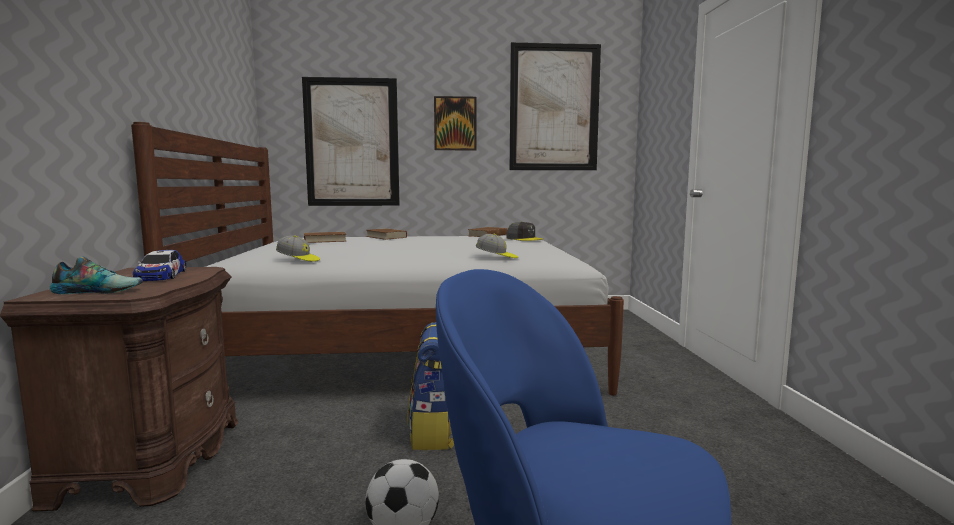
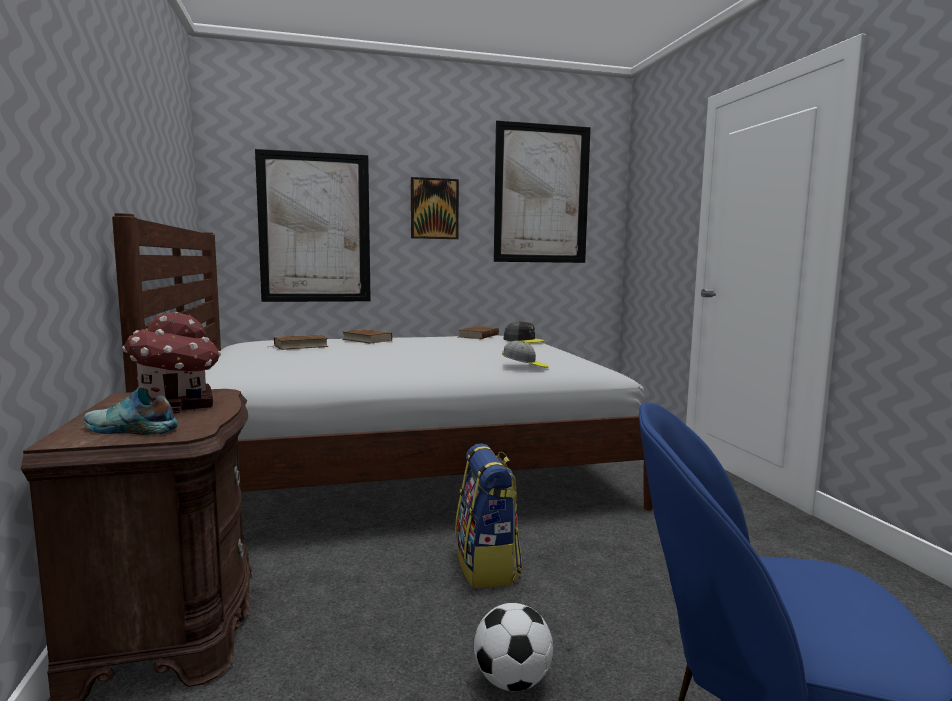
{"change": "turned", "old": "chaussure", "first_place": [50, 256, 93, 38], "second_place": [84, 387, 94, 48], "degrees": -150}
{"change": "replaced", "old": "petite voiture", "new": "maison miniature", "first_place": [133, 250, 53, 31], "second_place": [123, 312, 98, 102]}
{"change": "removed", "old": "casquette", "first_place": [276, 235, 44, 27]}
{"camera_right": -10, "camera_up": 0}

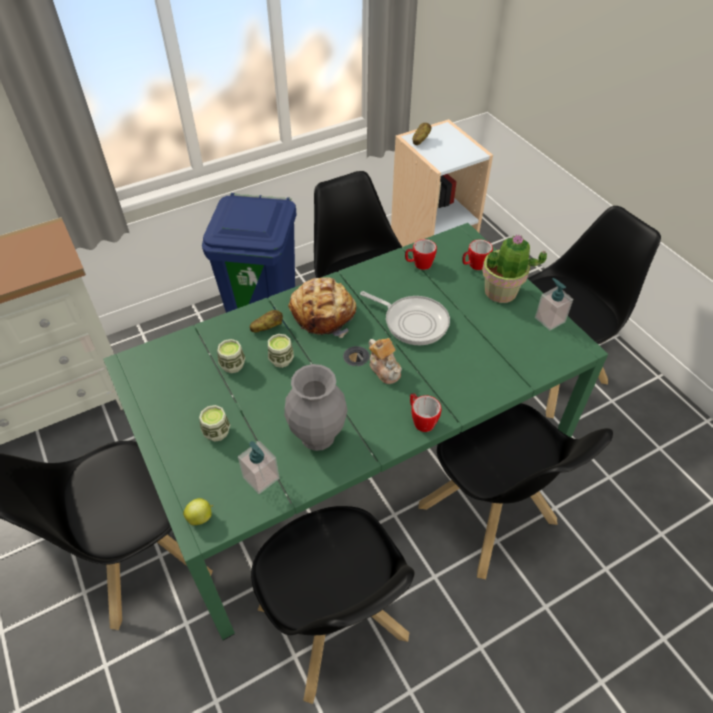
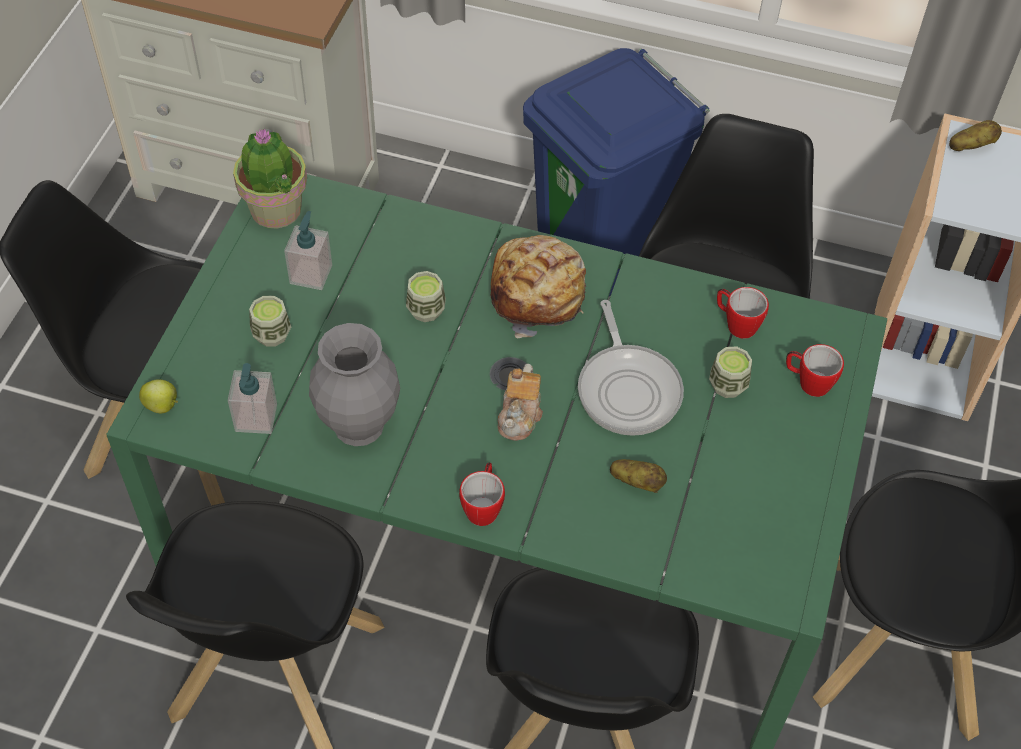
{"change": "moved", "old": "tasse", "first_place": [217, 339, 28, 34], "second_place": [709, 346, 43, 52]}
{"change": "moved", "old": "pomme de terre", "first_place": [250, 310, 33, 23], "second_place": [610, 459, 57, 34]}
{"change": "moved", "old": "plante en pot", "first_place": [482, 235, 65, 68], "second_place": [233, 129, 74, 99]}
{"change": "moved", "old": "distributeur de savon", "first_place": [535, 278, 38, 52], "second_place": [284, 211, 48, 79]}
{"camera_right": 45, "camera_up": 5}

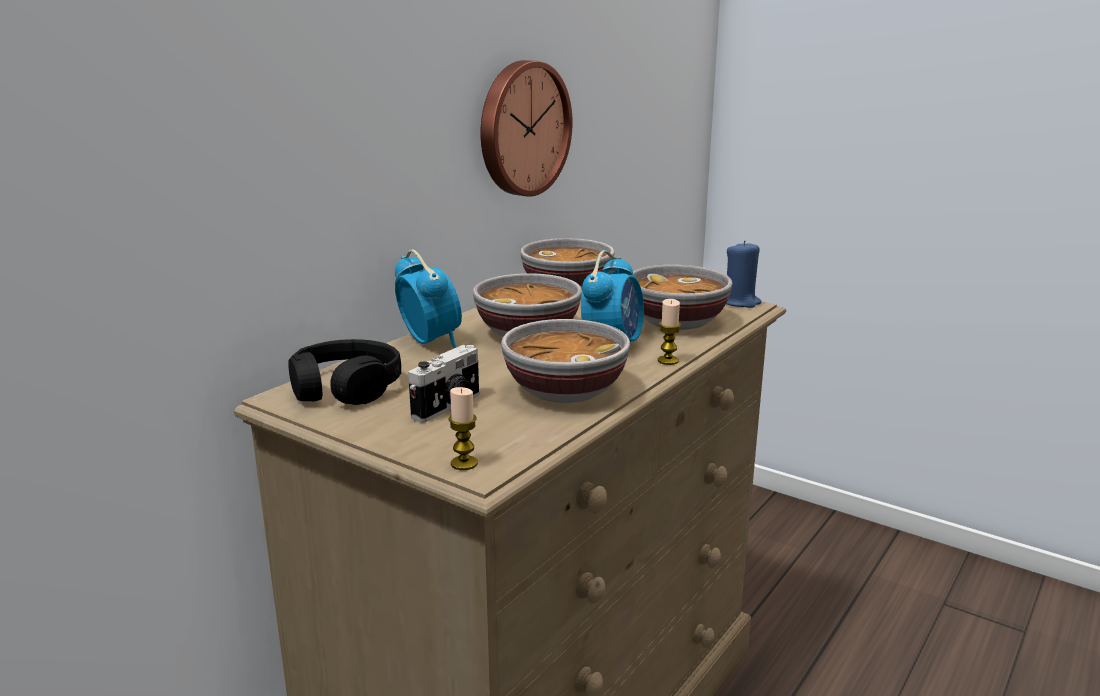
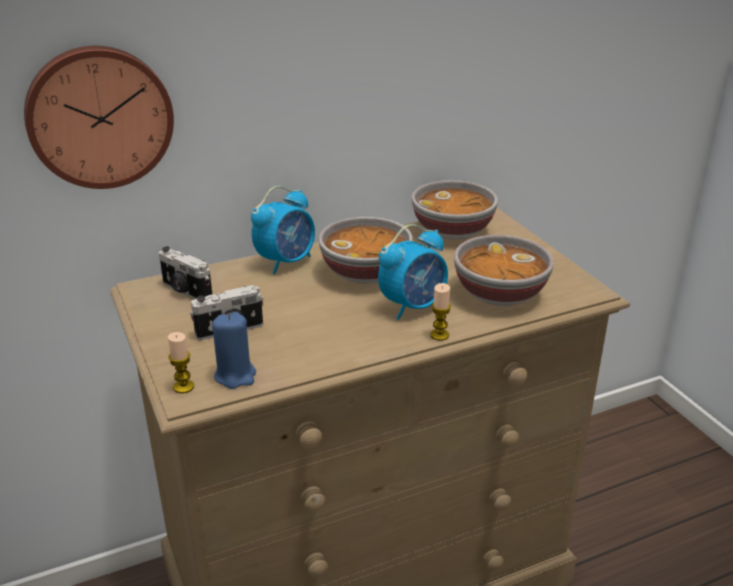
{"change": "replaced", "old": "casque audio/noir", "new": "appareil photo", "first_place": [288, 339, 113, 66], "second_place": [159, 246, 53, 53]}
{"change": "turned", "old": "réveil", "first_place": [395, 250, 67, 99], "second_place": [251, 186, 64, 88], "degrees": 45}
{"change": "moved", "old": "horloge murale", "first_place": [480, 60, 93, 137], "second_place": [24, 46, 150, 143]}
{"change": "removed", "old": "bol", "first_place": [501, 319, 129, 84]}
{"change": "moved", "old": "bougie/bleu", "first_place": [726, 240, 36, 68], "second_place": [212, 312, 44, 77]}
{"camera_right": 30, "camera_up": 10}

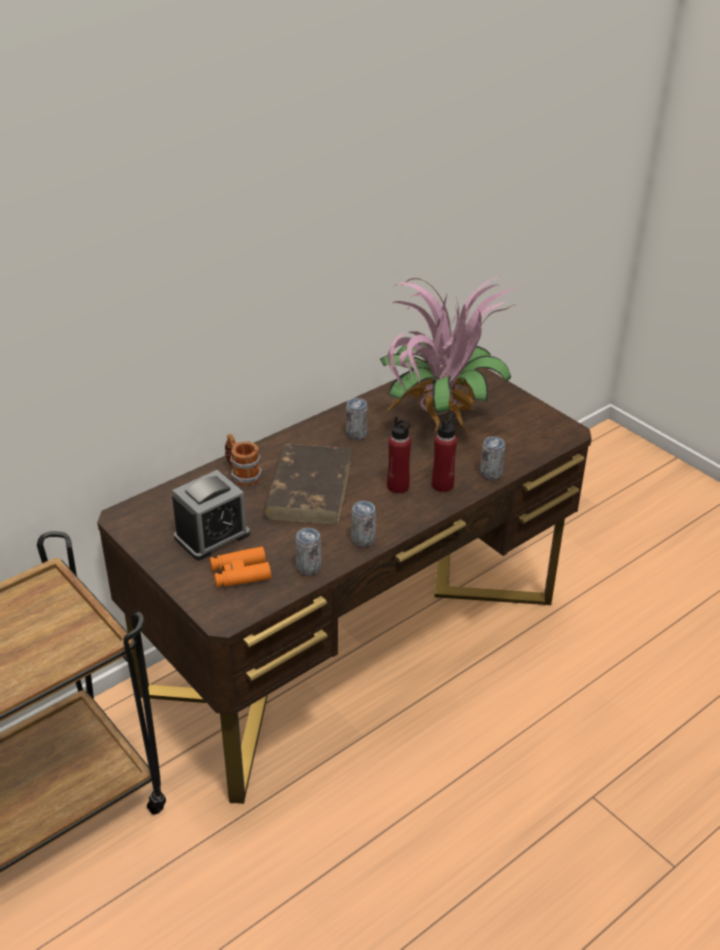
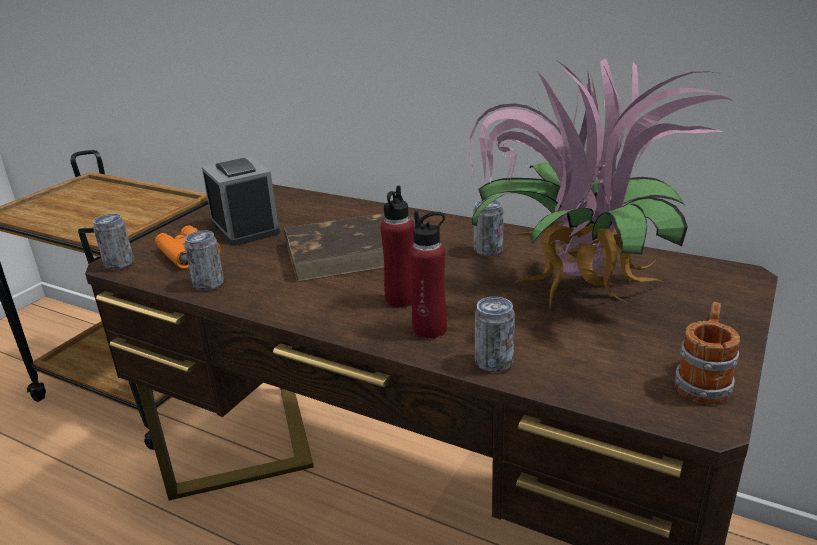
{"change": "turned", "old": "réveil", "first_place": [172, 470, 78, 91], "second_place": [202, 157, 78, 89], "degrees": -150}
{"change": "moved", "old": "mug", "first_place": [225, 434, 37, 52], "second_place": [675, 302, 65, 102]}
{"change": "moved", "old": "boîte métallique", "first_place": [351, 501, 25, 46], "second_place": [93, 214, 41, 56]}
{"camera_right": 70, "camera_up": -10}

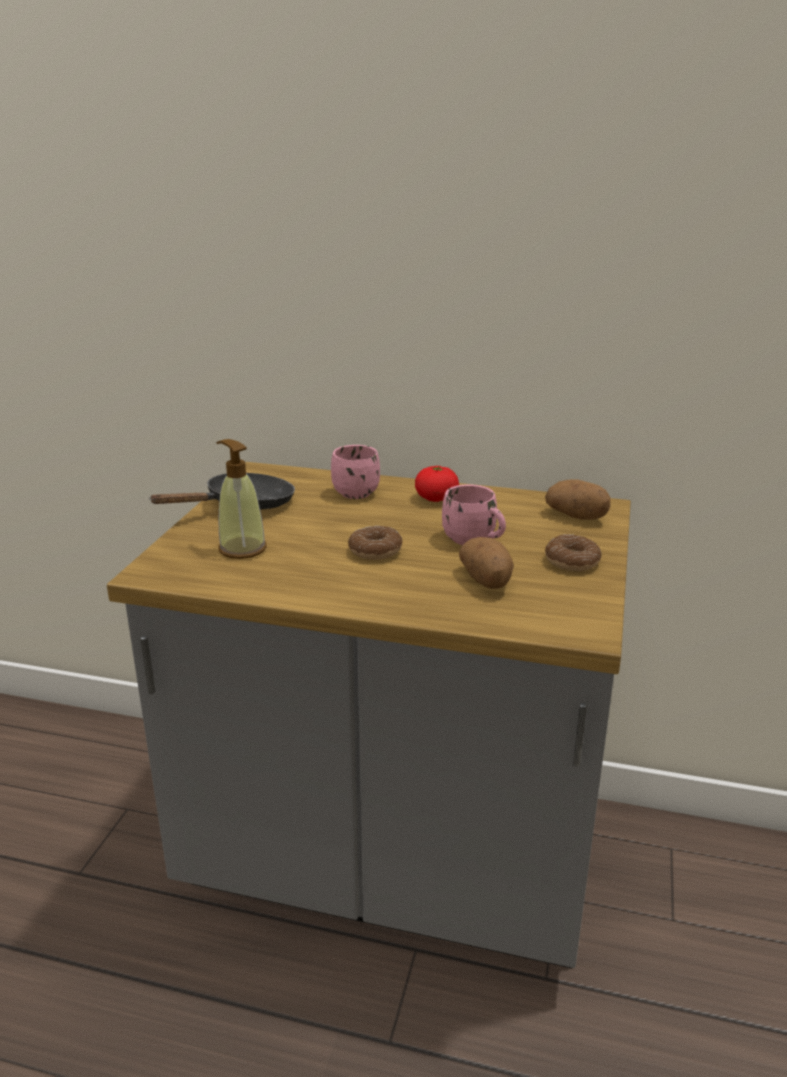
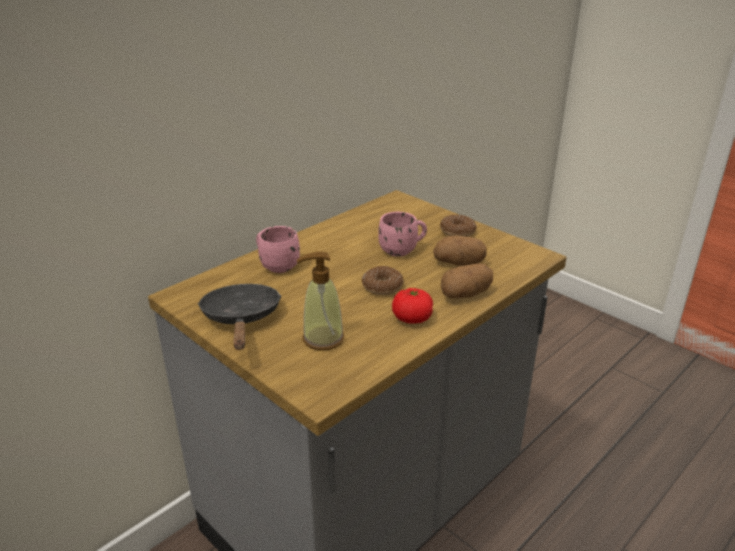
{"change": "moved", "old": "tomate", "first_place": [415, 466, 44, 36], "second_place": [392, 288, 41, 36]}
{"change": "moved", "old": "pomme de terre", "first_place": [545, 479, 66, 40], "second_place": [441, 263, 52, 36]}
{"camera_right": -60, "camera_up": 5}

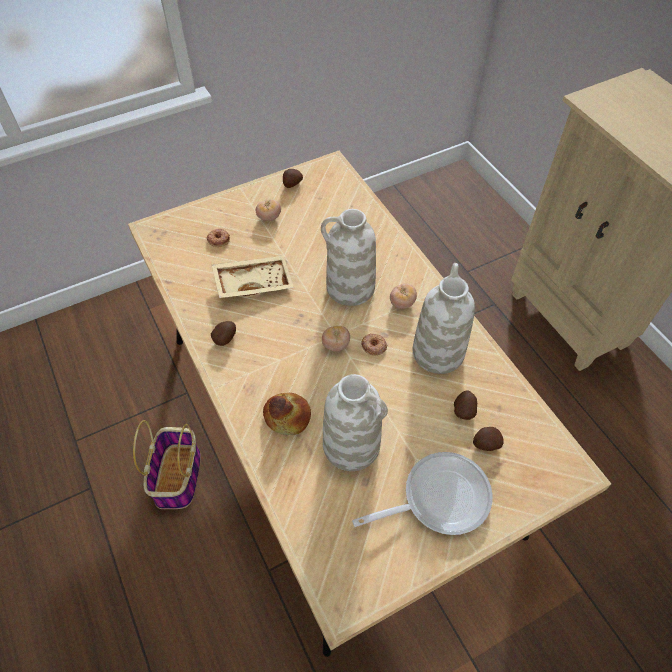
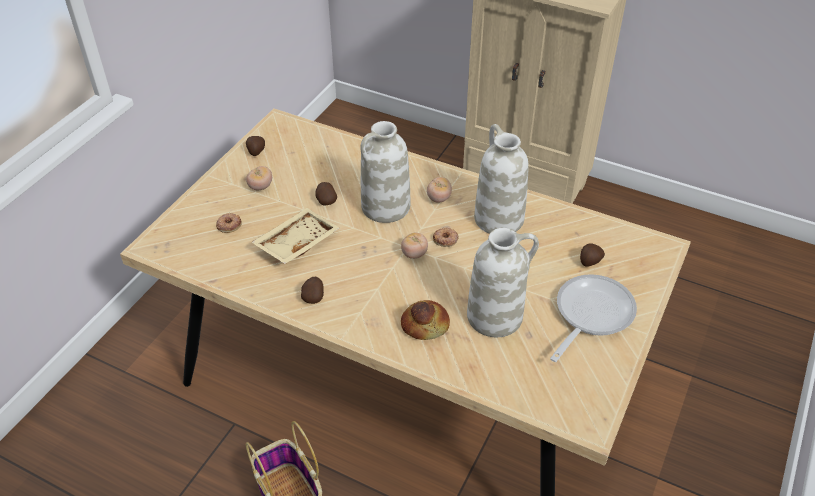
{"change": "moved", "old": "pomme de terre", "first_place": [454, 391, 23, 29], "second_place": [315, 182, 22, 24]}
{"camera_right": -35, "camera_up": -10}

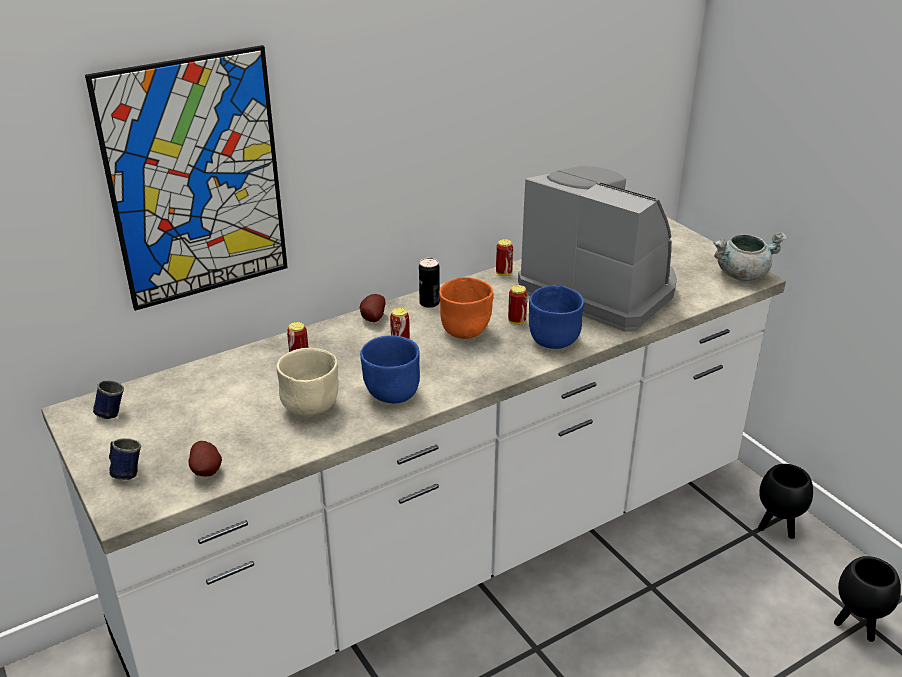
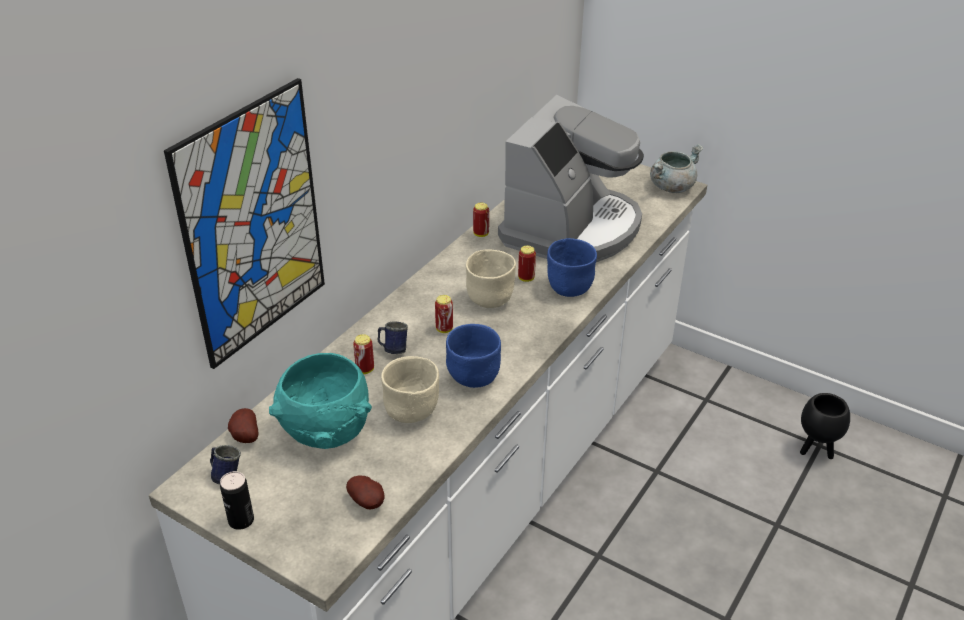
{"change": "moved", "old": "mug/bleu", "first_place": [109, 438, 32, 42], "second_place": [378, 321, 30, 33]}
{"change": "moved", "old": "pomme de terre", "first_place": [360, 294, 26, 28], "second_place": [228, 408, 30, 35]}
{"change": "moved", "old": "boîte métallique", "first_place": [419, 258, 21, 50], "second_place": [220, 471, 34, 59]}
{"change": "recoloured", "old": "bol/orange", "new": "bol/beige", "first_place": [439, 277, 54, 62], "second_place": [466, 249, 50, 59]}
{"change": "turned", "old": "machine à café", "first_place": [518, 166, 159, 166], "second_place": [498, 95, 146, 167], "degrees": 105}
{"change": "removed", "old": "cache-pot/noir", "first_place": [758, 464, 55, 75]}
{"change": "added", "new": "bol/turquoise", "second_place": [269, 353, 103, 96]}
{"camera_right": -25, "camera_up": 5}

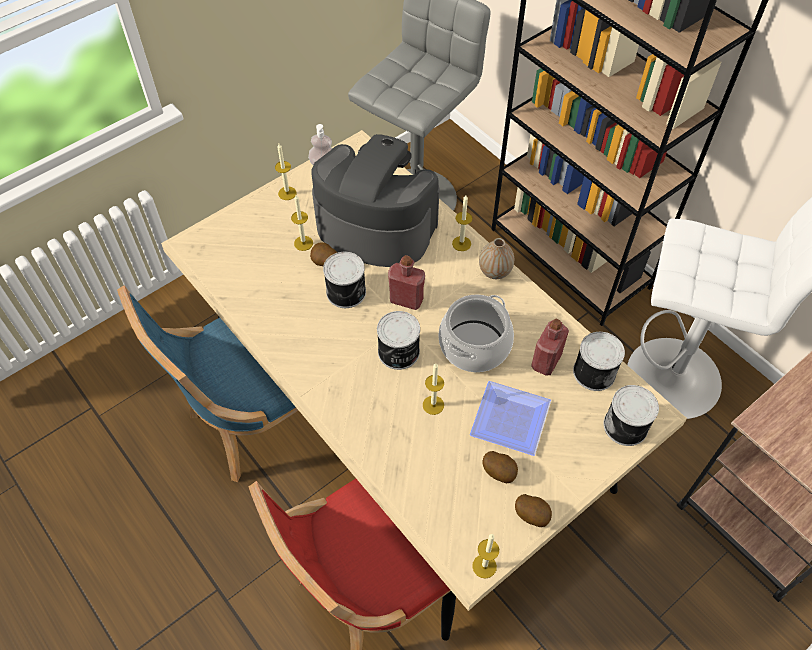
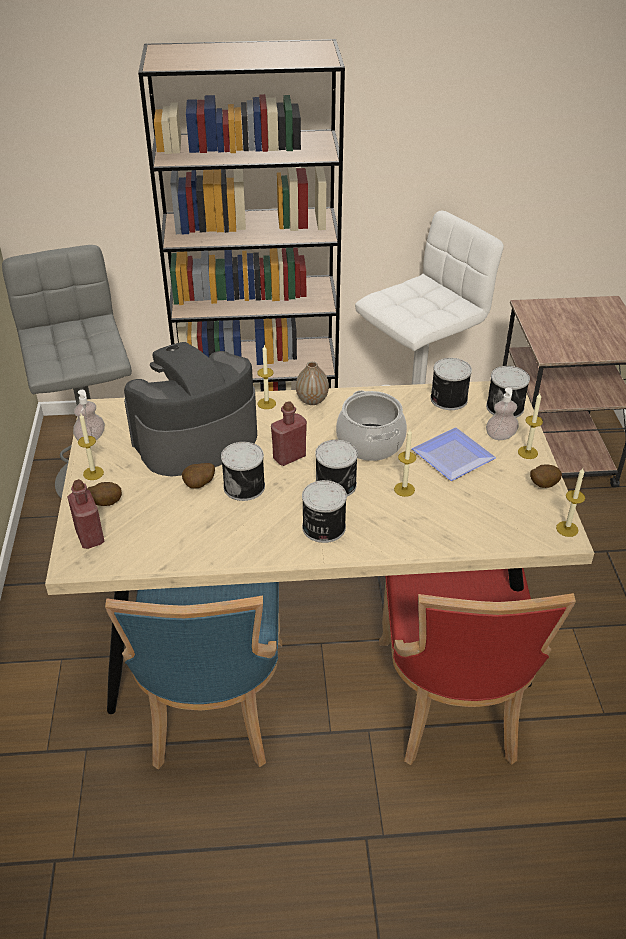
{"change": "moved", "old": "bougie", "first_place": [291, 195, 22, 56], "second_place": [518, 393, 25, 66]}
{"change": "moved", "old": "pomme de terre", "first_place": [482, 451, 36, 32], "second_place": [87, 482, 35, 24]}
{"change": "moved", "old": "bouteille/rouge", "first_place": [531, 319, 38, 56], "second_place": [68, 479, 36, 70]}
{"change": "added", "new": "boîte métallique", "second_place": [302, 480, 45, 63]}
{"change": "added", "new": "distributeur de savon", "second_place": [486, 388, 33, 52]}
{"camera_right": -55, "camera_up": -15}

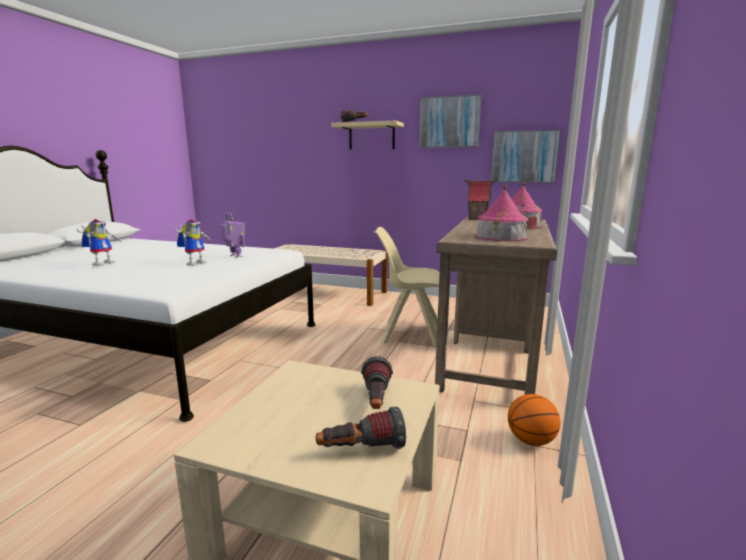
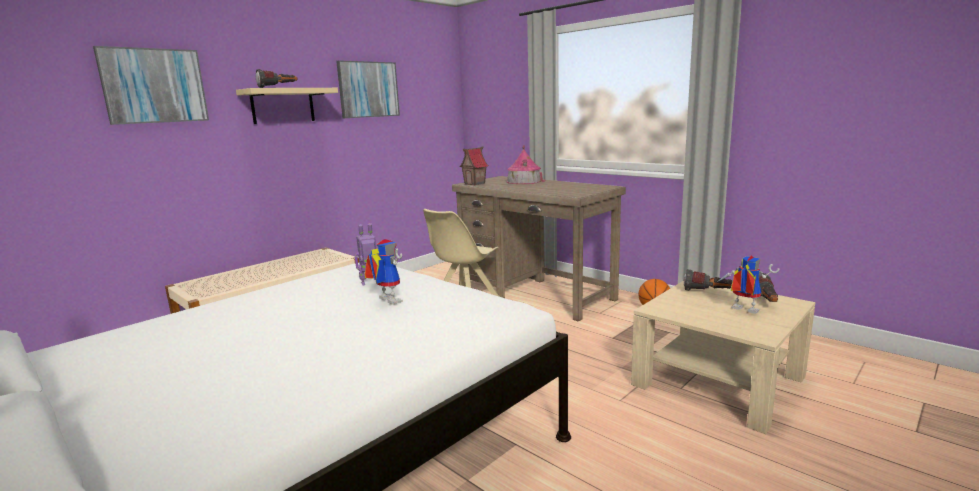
{"change": "moved", "old": "robot jouet", "first_place": [77, 219, 46, 47], "second_place": [717, 256, 62, 58]}
{"change": "removed", "old": "maison miniature", "first_place": [474, 184, 55, 57]}
{"change": "moved", "old": "tableau", "first_place": [491, 130, 70, 53], "second_place": [93, 46, 116, 79]}
{"camera_right": -65, "camera_up": 0}

